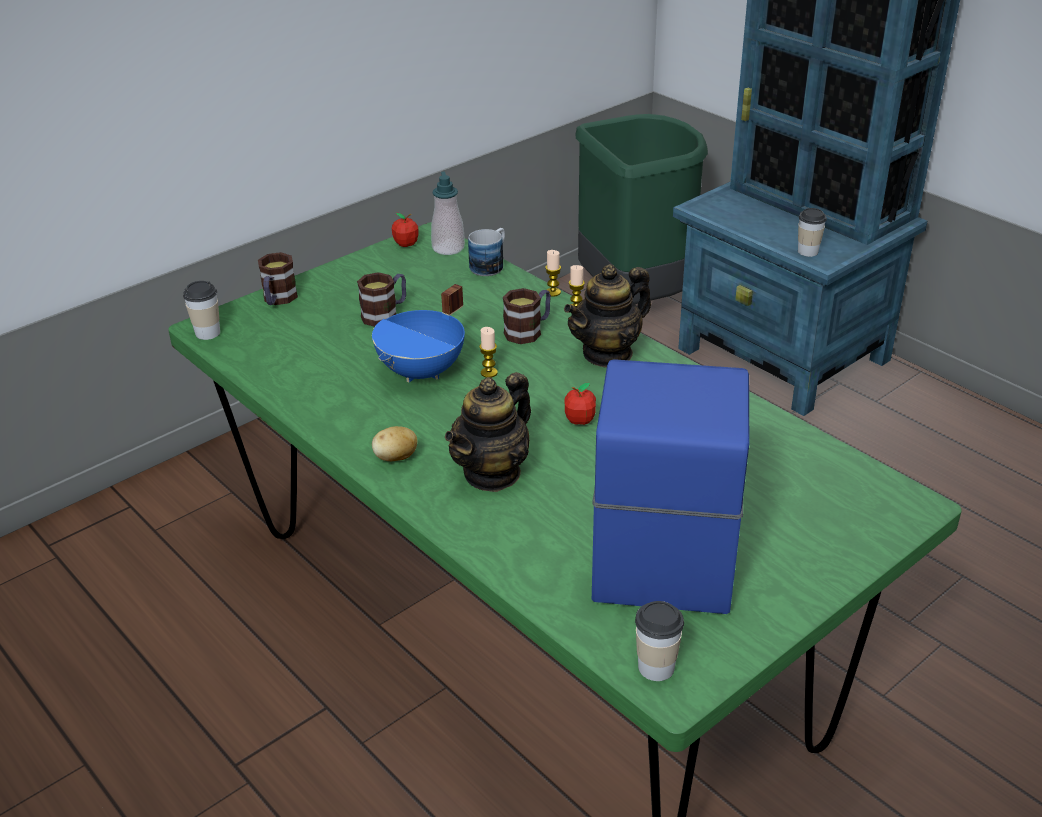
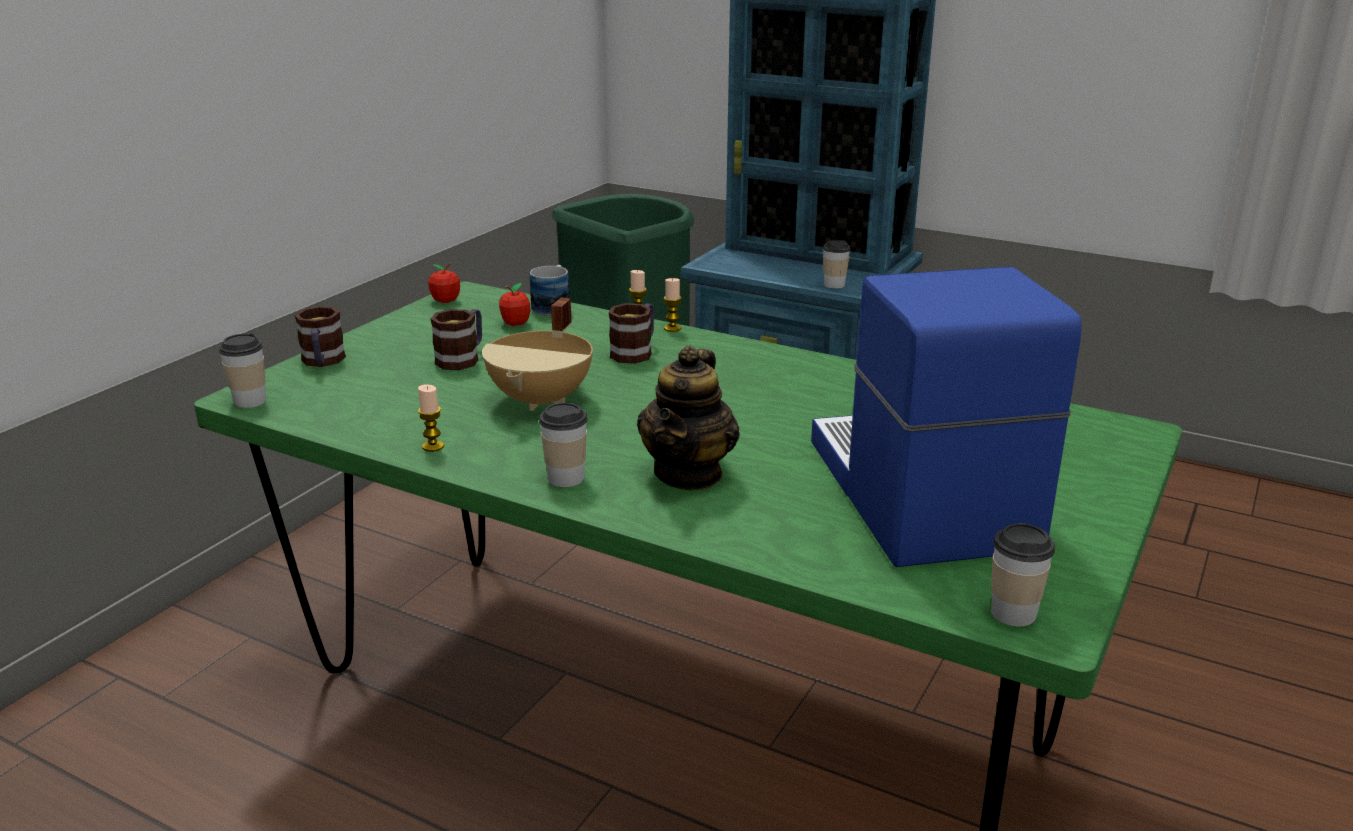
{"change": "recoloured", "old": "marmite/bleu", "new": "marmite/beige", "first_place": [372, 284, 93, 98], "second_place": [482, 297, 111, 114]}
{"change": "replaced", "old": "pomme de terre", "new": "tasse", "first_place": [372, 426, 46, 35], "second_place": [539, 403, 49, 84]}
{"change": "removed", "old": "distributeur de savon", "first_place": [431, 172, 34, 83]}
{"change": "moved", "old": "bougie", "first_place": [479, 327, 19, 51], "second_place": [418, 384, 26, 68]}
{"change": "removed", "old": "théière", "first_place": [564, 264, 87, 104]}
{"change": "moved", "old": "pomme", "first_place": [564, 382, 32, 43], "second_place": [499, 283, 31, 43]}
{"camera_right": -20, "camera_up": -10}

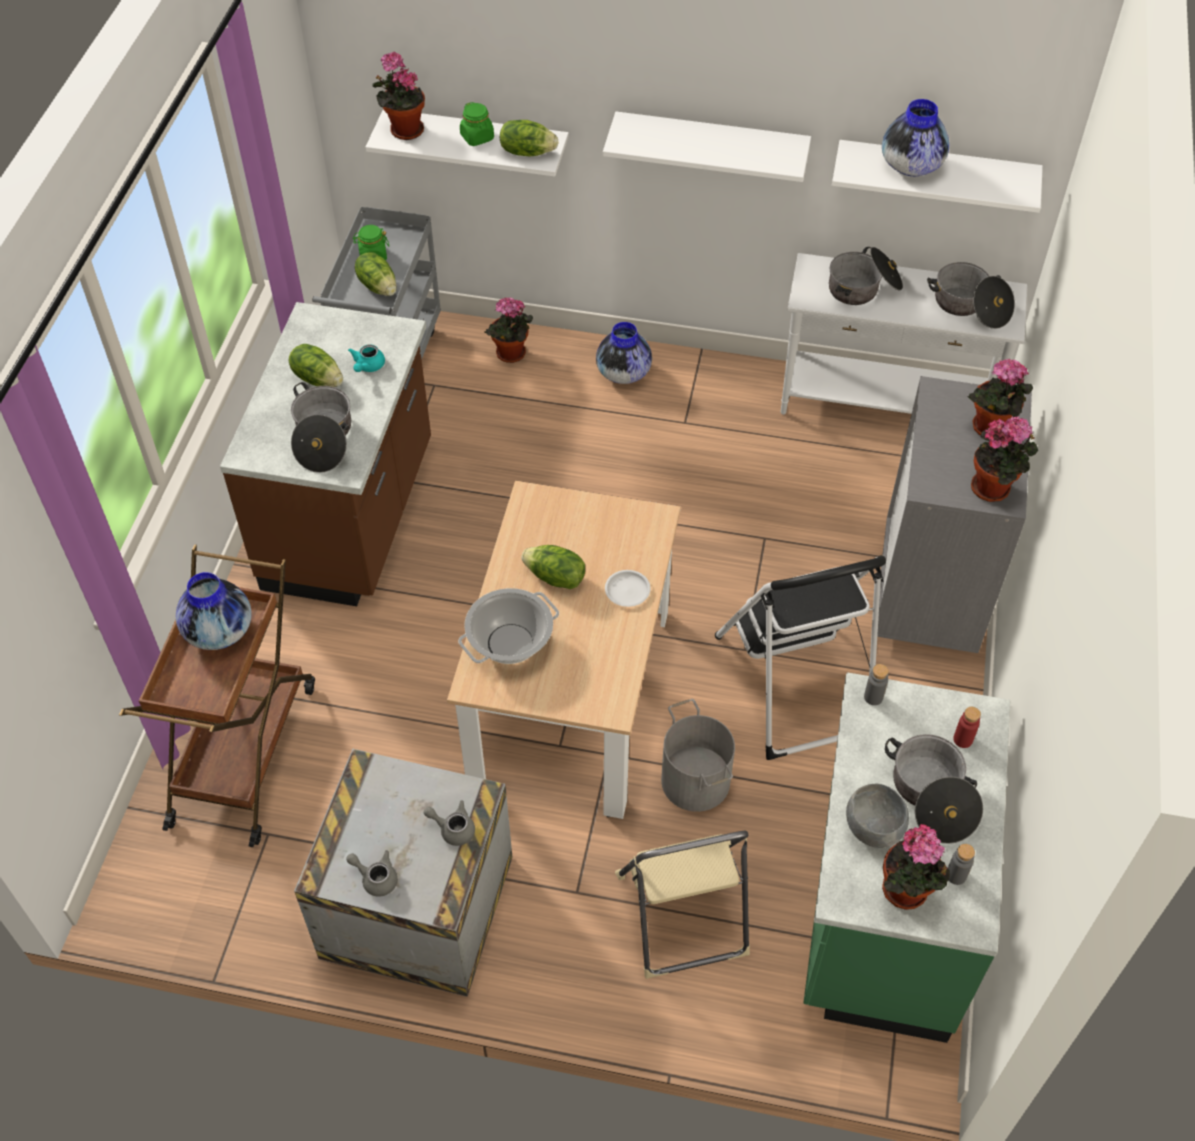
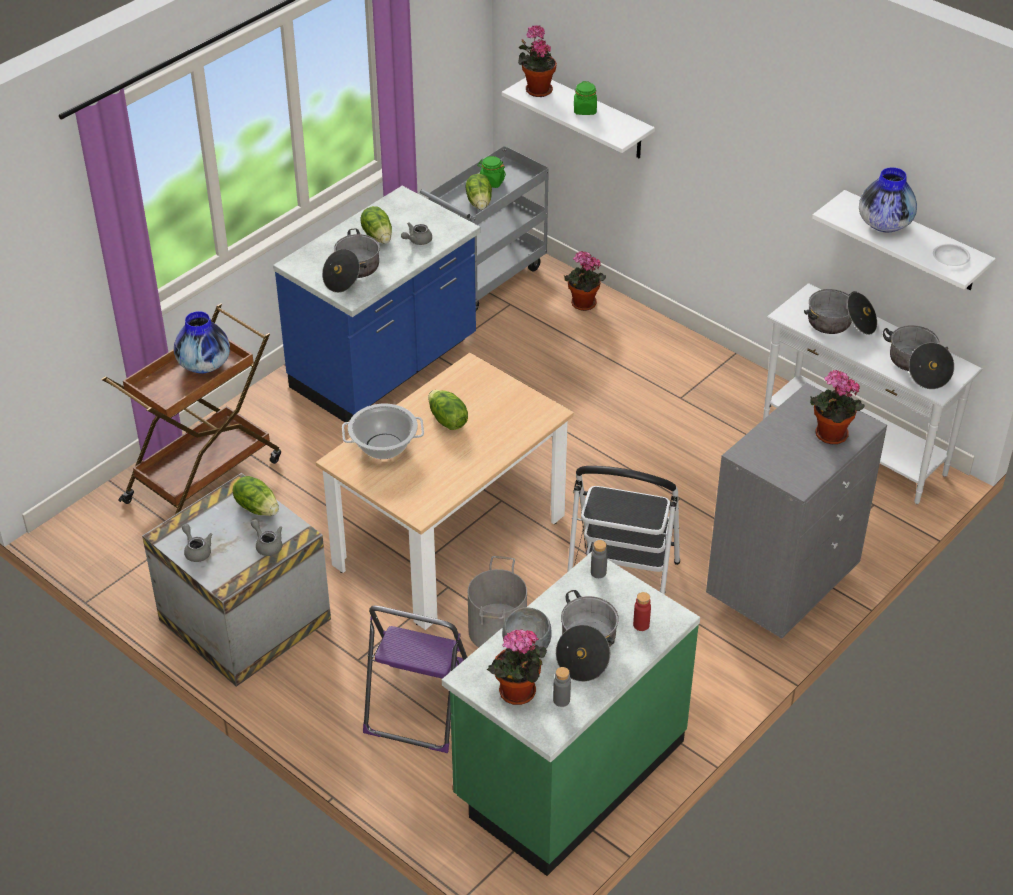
{"change": "recoloured", "old": "comptoir de cuisine/marron", "new": "comptoir de cuisine/bleu", "first_place": [220, 302, 211, 304], "second_place": [273, 186, 208, 236]}
{"change": "recoloured", "old": "théière/turquoise", "new": "théière/gris", "first_place": [348, 344, 37, 28], "second_place": [401, 223, 31, 22]}
{"change": "moved", "old": "laitue", "first_place": [500, 120, 59, 36], "second_place": [232, 476, 47, 40]}
{"change": "removed", "old": "vase", "first_place": [596, 322, 56, 62]}
{"change": "removed", "old": "étagère/blanc", "first_place": [603, 111, 208, 71]}
{"change": "moved", "old": "assiette/blanc", "first_place": [605, 570, 46, 37], "second_place": [933, 244, 37, 22]}
{"change": "recoloured", "old": "escabeau/beige", "new": "escabeau/violet", "first_place": [615, 831, 135, 148], "second_place": [363, 606, 104, 147]}
{"change": "removed", "old": "plante en pot", "first_place": [971, 416, 67, 86]}
{"camera_right": 30, "camera_up": -10}

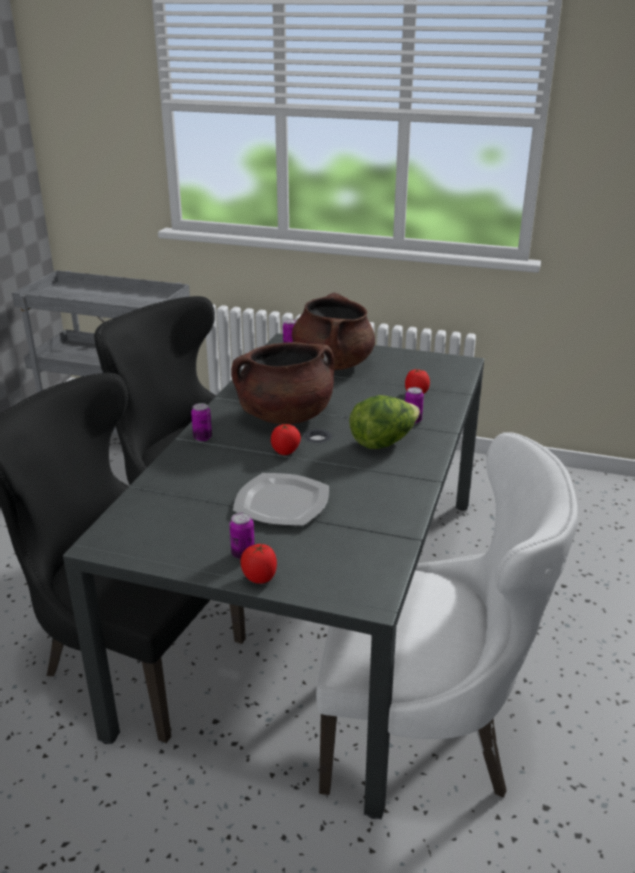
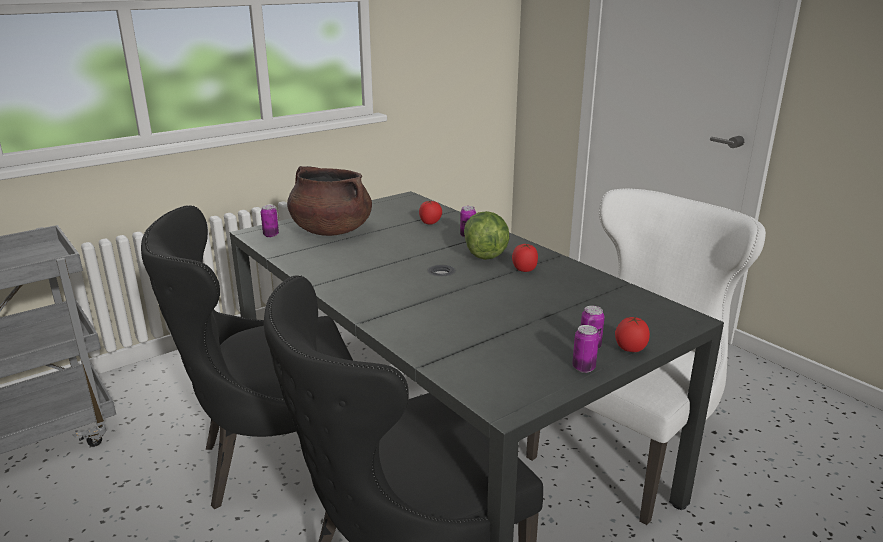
{"change": "moved", "old": "boîte métallique", "first_place": [191, 403, 21, 38], "second_place": [572, 325, 27, 48]}
{"change": "removed", "old": "marmite/marron", "first_place": [231, 342, 103, 82]}
{"change": "removed", "old": "assiette", "first_place": [233, 473, 96, 53]}
{"change": "moved", "old": "tomate", "first_place": [271, 424, 30, 31], "second_place": [512, 244, 26, 28]}
{"camera_right": -55, "camera_up": -5}

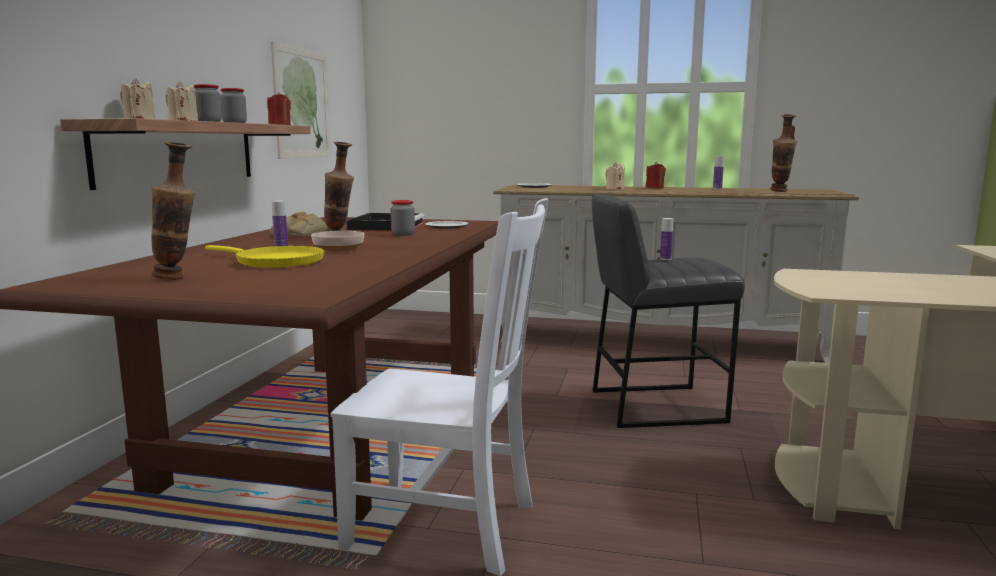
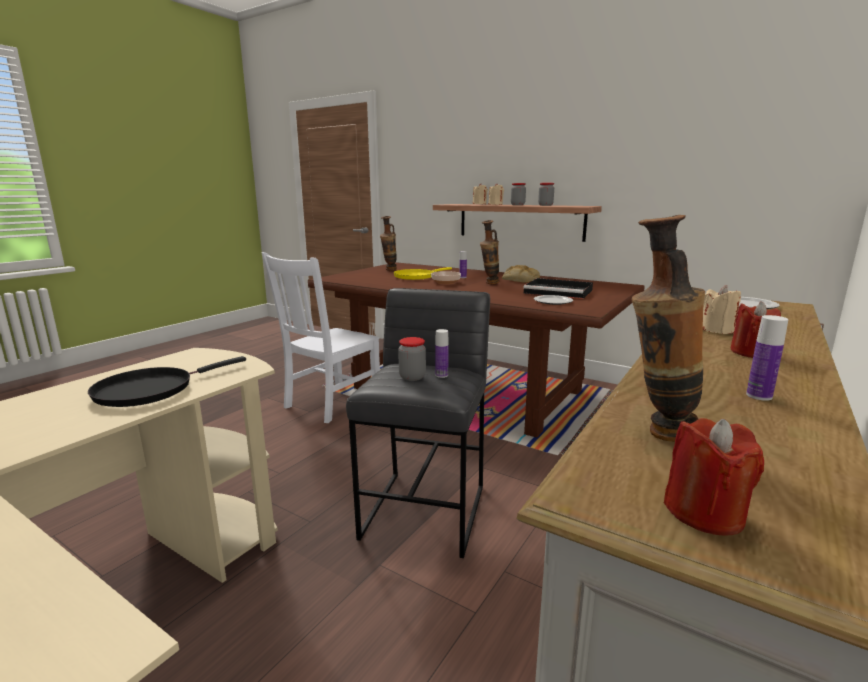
{"change": "moved", "old": "bougie/rouge", "first_place": [267, 92, 24, 33], "second_place": [664, 418, 100, 117]}
{"change": "removed", "old": "tableau", "first_place": [271, 41, 60, 118]}
{"change": "moved", "old": "bocal", "first_place": [391, 200, 24, 36], "second_place": [398, 337, 28, 44]}
{"change": "added", "new": "poêle/noir", "second_place": [88, 356, 158, 51]}
{"camera_right": 110, "camera_up": 5}

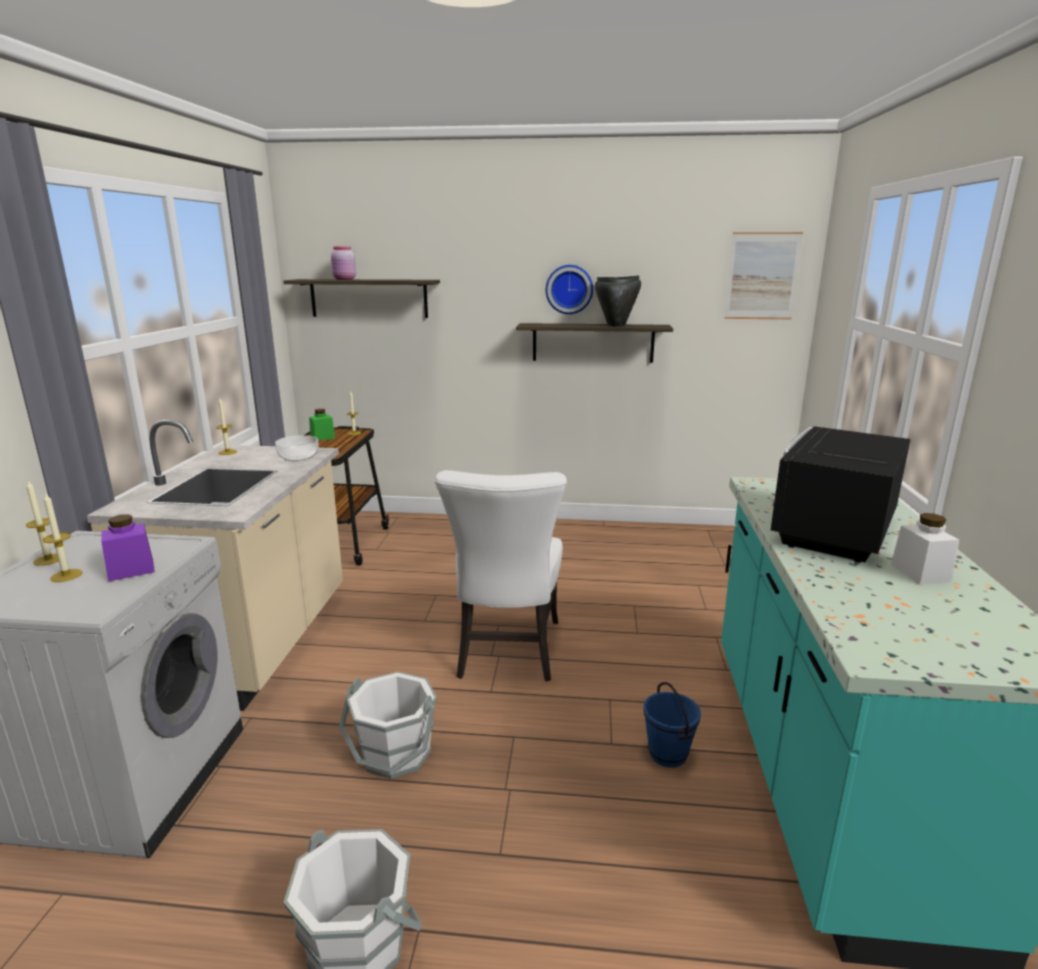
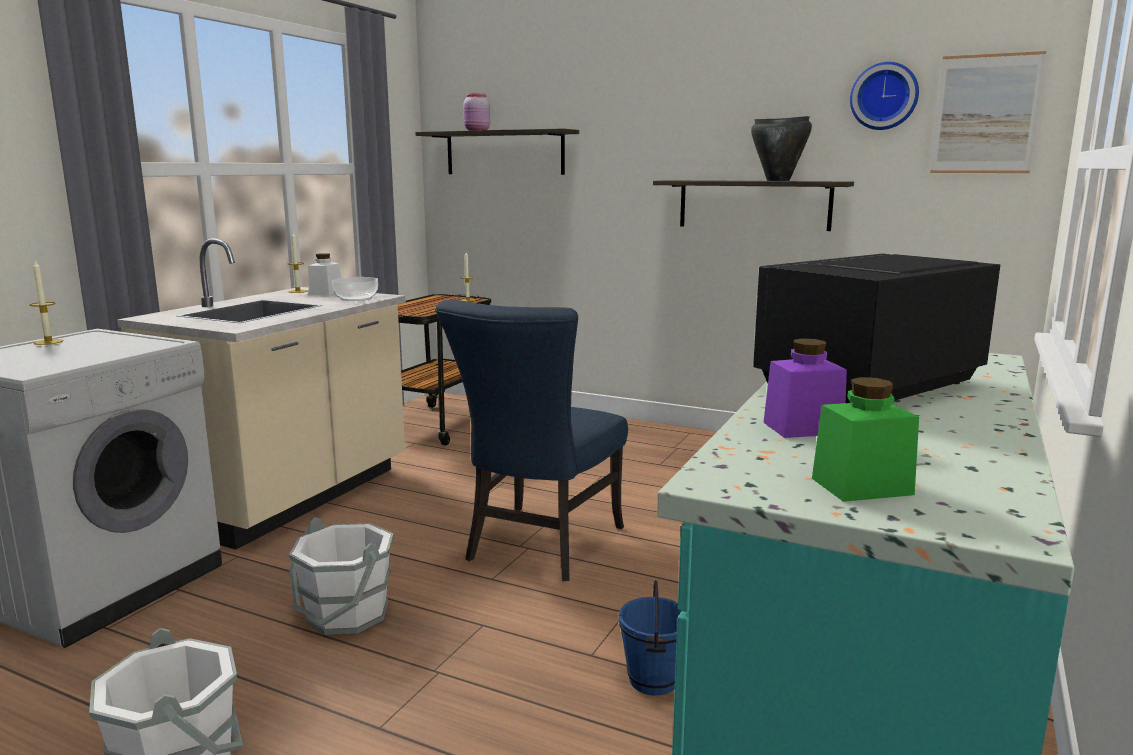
{"change": "removed", "old": "bougie", "first_place": [43, 492, 40, 90]}
{"change": "moved", "old": "bocal/violet", "first_place": [101, 514, 54, 68], "second_place": [763, 338, 84, 100]}
{"change": "moved", "old": "bocal/vert", "first_place": [309, 409, 26, 32], "second_place": [812, 377, 107, 125]}
{"change": "recoloured", "old": "chaise/blanc", "new": "chaise/bleu", "first_place": [435, 470, 132, 212], "second_place": [435, 300, 193, 281]}
{"change": "moved", "old": "horloge murale", "first_place": [546, 265, 47, 49], "second_place": [850, 62, 69, 68]}
{"change": "moved", "old": "bocal/blanc", "first_place": [891, 513, 68, 72], "second_place": [308, 253, 33, 42]}
{"camera_right": 20, "camera_up": -5}

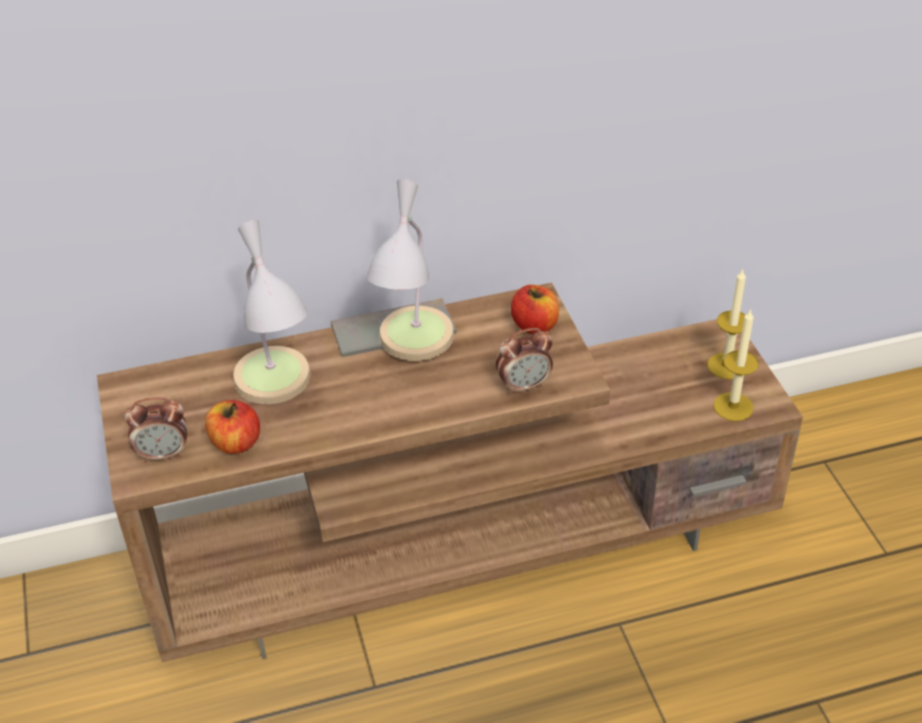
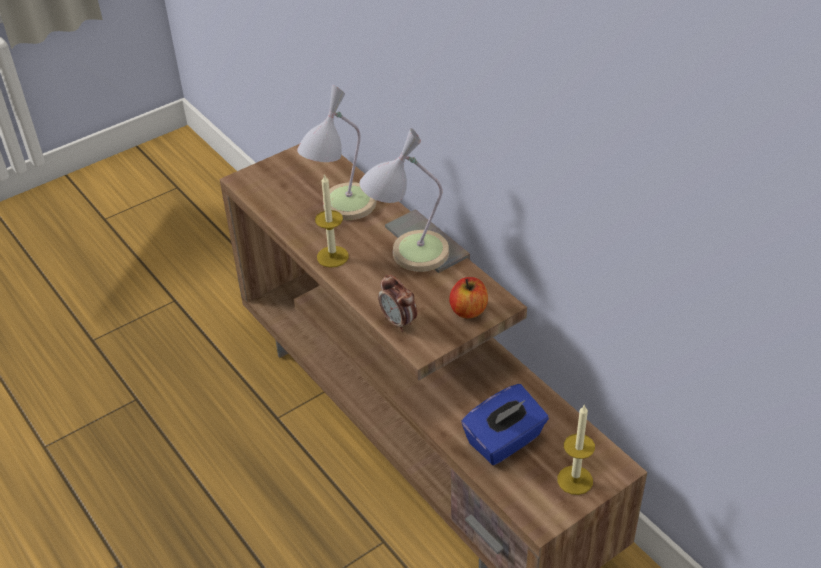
{"change": "removed", "old": "réveil", "first_place": [125, 397, 62, 66]}
{"change": "removed", "old": "pomme", "first_place": [205, 400, 55, 54]}
{"change": "moved", "old": "bougie", "first_place": [713, 309, 46, 112], "second_place": [315, 174, 34, 94]}
{"change": "added", "new": "boîte à mouchoirs/bleu", "second_place": [461, 384, 88, 81]}
{"camera_right": 70, "camera_up": 0}

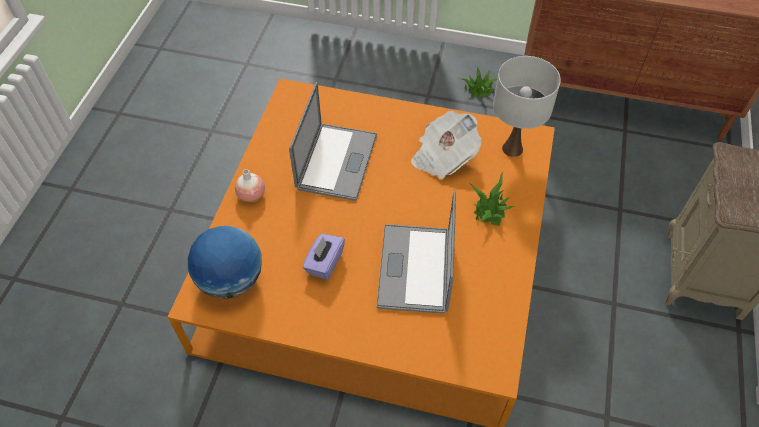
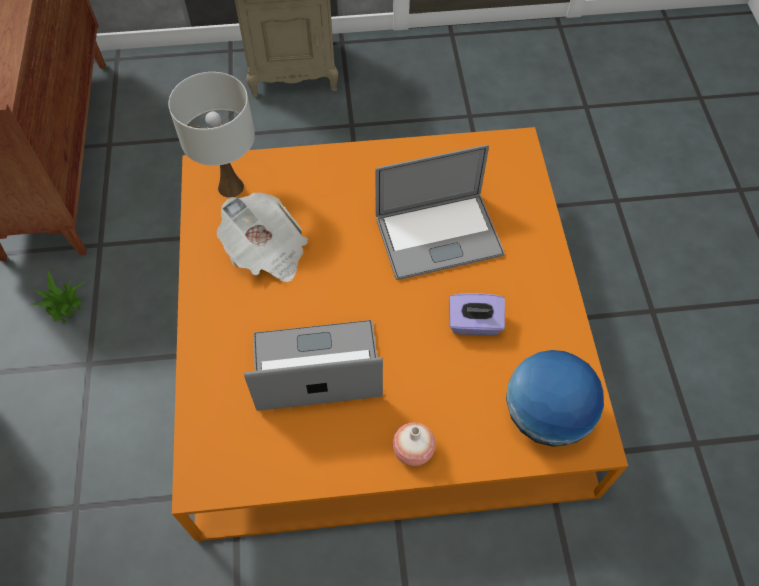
{"change": "removed", "old": "plante en pot", "first_place": [470, 172, 46, 54]}
{"camera_right": -110, "camera_up": 5}

